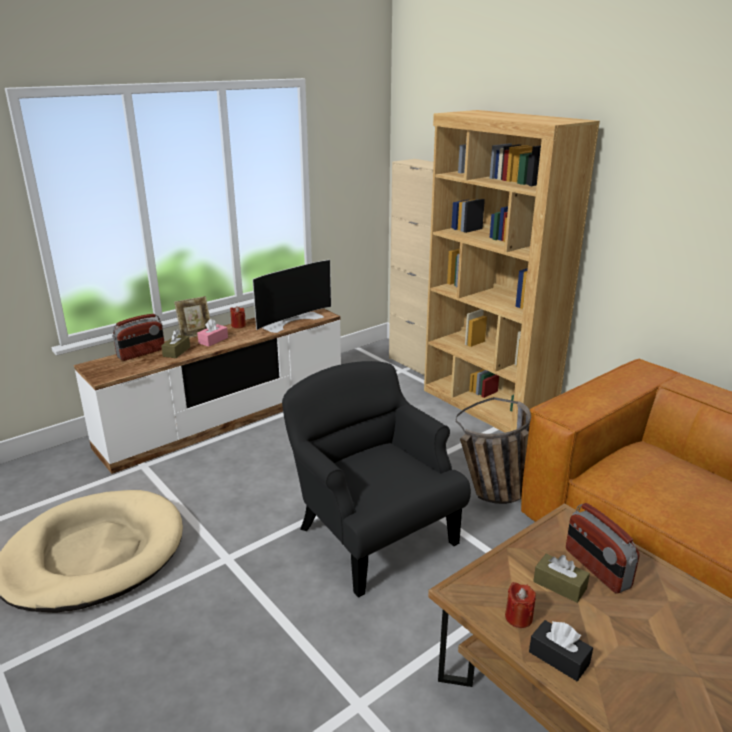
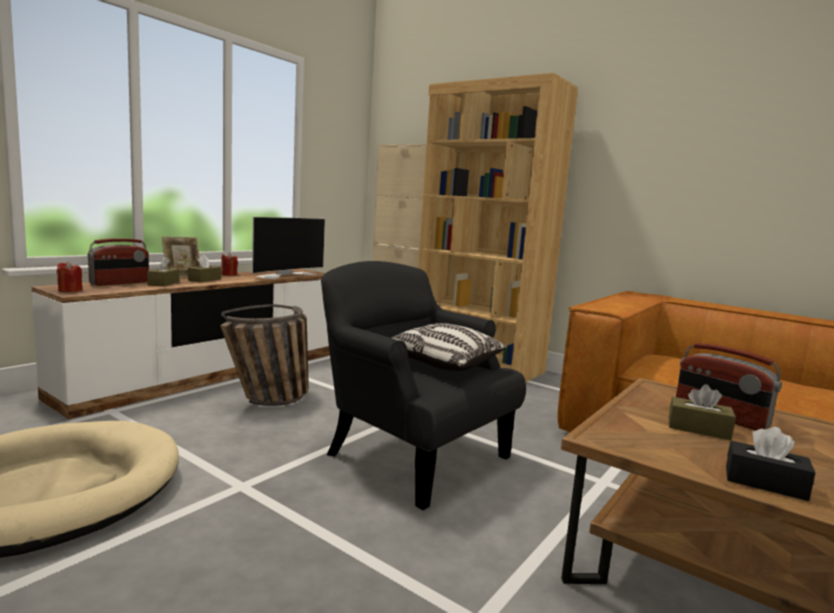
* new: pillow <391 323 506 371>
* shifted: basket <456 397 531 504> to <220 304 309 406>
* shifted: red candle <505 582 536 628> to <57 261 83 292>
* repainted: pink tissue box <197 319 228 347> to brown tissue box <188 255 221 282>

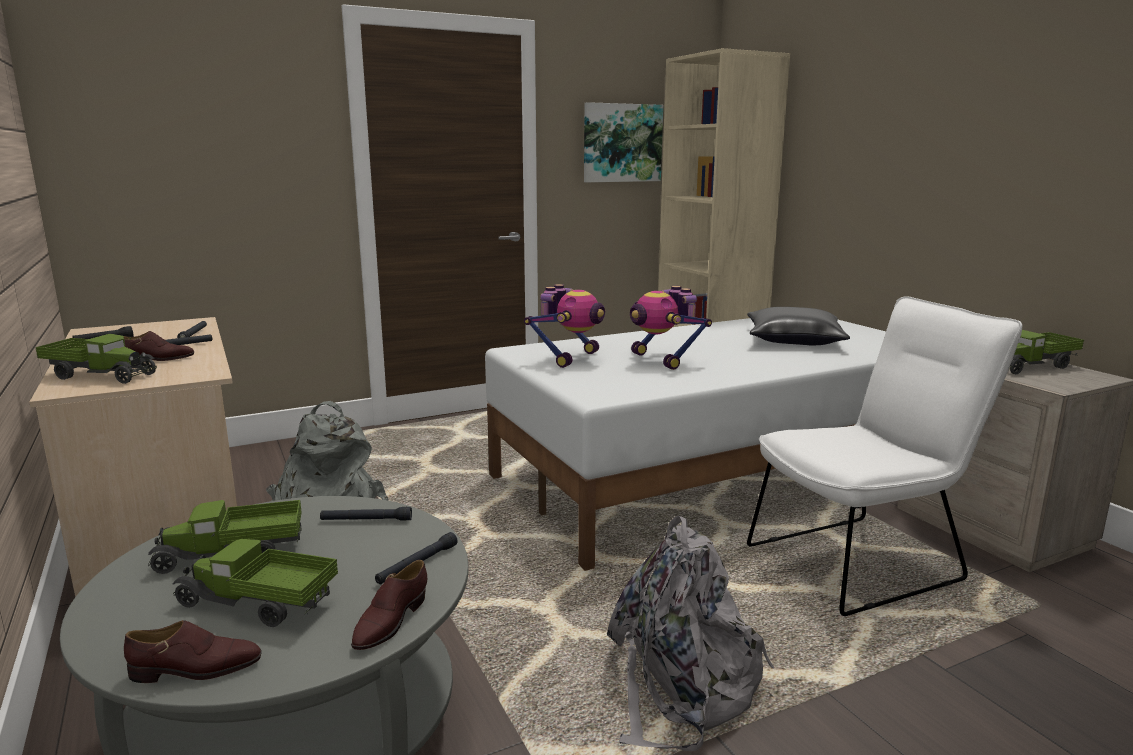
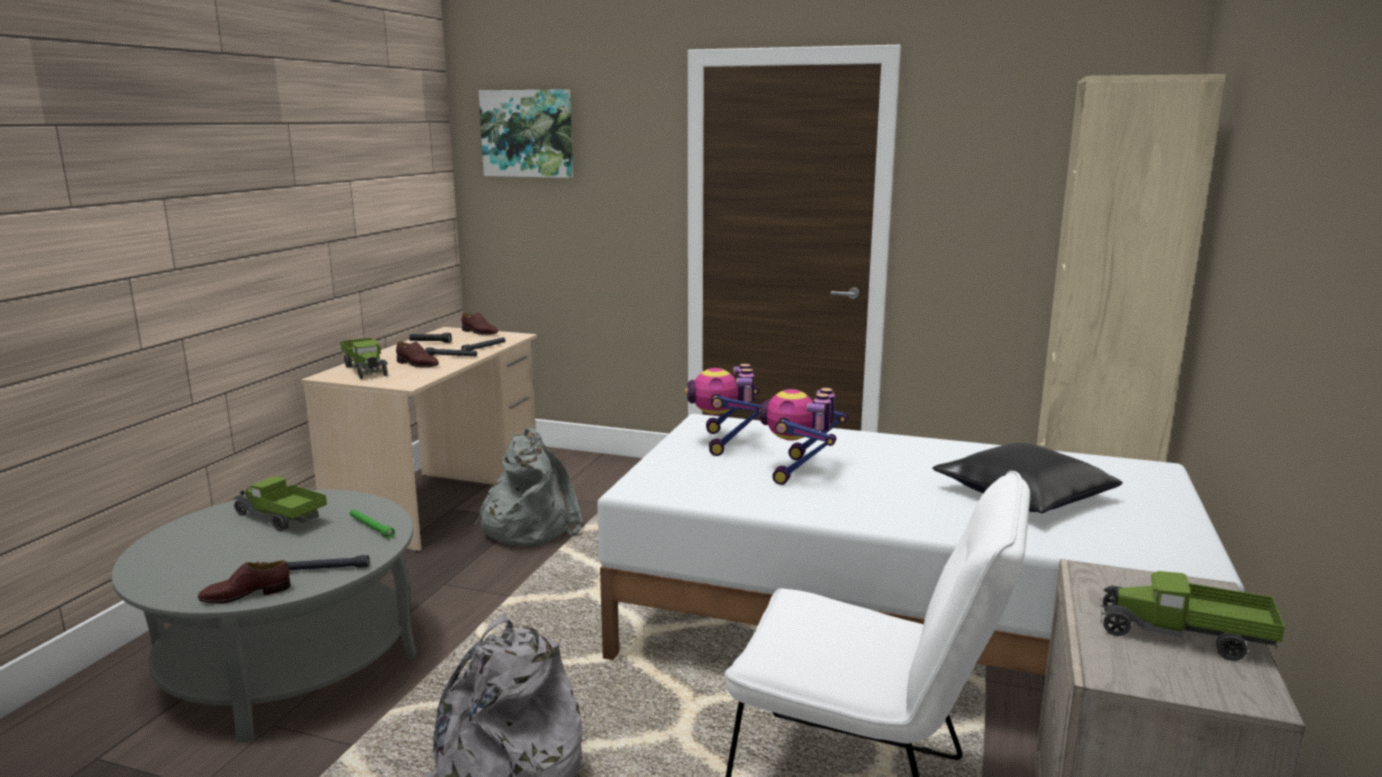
* gone: toy truck <173 539 338 627>
* shifted: brown shoe <124 620 262 683> to <461 312 498 335>
* shifted: picture <584 102 663 182> to <479 89 573 178>
* repainted: black flashlight <320 507 412 521> to green flashlight <350 509 395 539>
* rotated: toy robot <524 284 605 368> = <685 364 762 456> 105 degrees clockwise

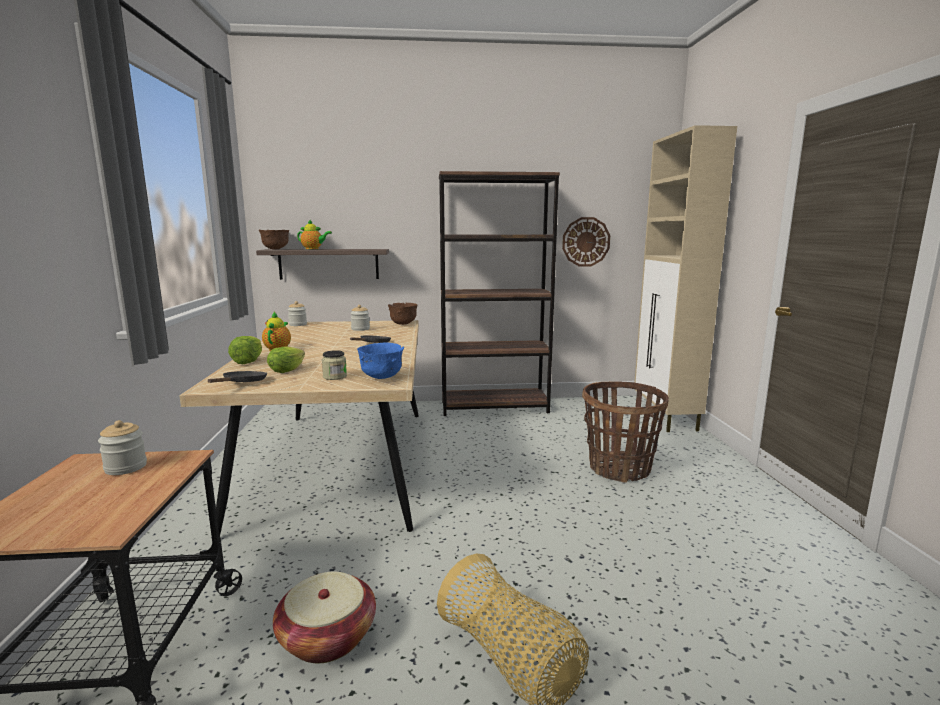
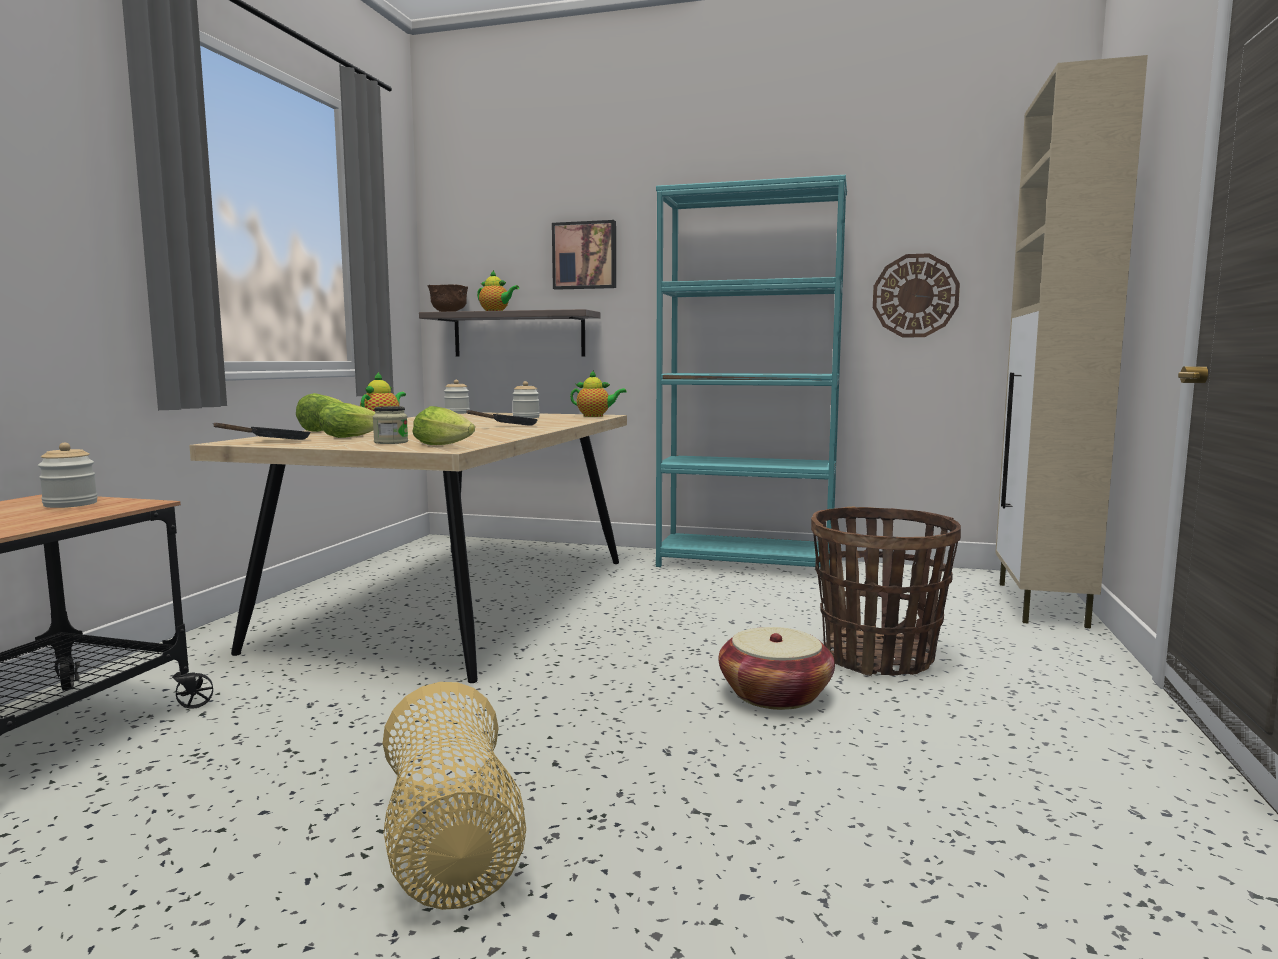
* new: picture <552 220 616 290>
* shifted: basket <273 571 376 663> to <719 627 835 710>
* swapped: blue bowl <357 342 404 379> to lettuce <412 406 475 445>
* swapped: brown bowl <388 303 417 325> to teapot <570 370 627 417>
* repainted: brown bookcase <439 171 560 416> to turquoise bookcase <656 175 847 567>

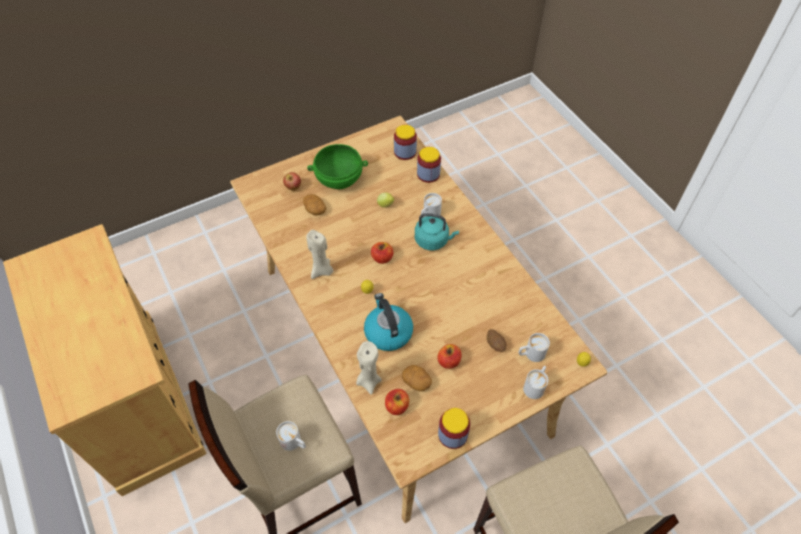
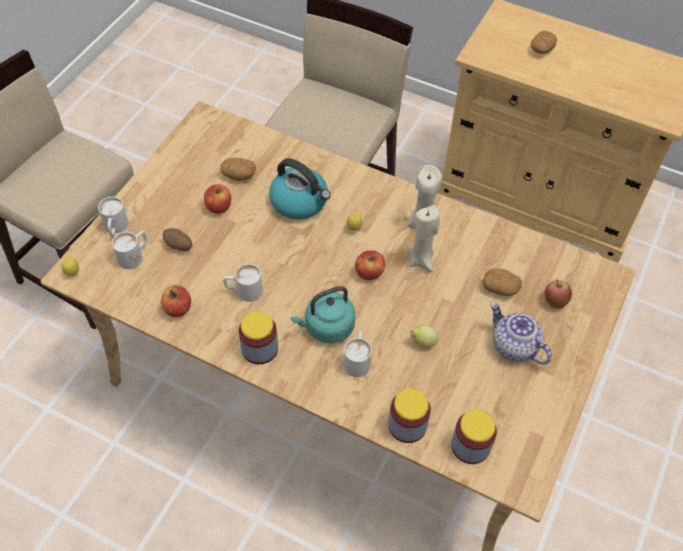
* new: potato <531 31 557 54>
* shifted: white mug <276 421 306 451> to <223 264 263 302>
* shifted: beige candle <356 341 382 395> to <407 205 440 272>
* shifted: apple <385 389 409 415> to <161 285 191 317>
* shifted: jar <438 408 470 449> to <239 311 278 364>
* swapped: green bowl <307 144 368 189> to teapot <490 302 552 364>

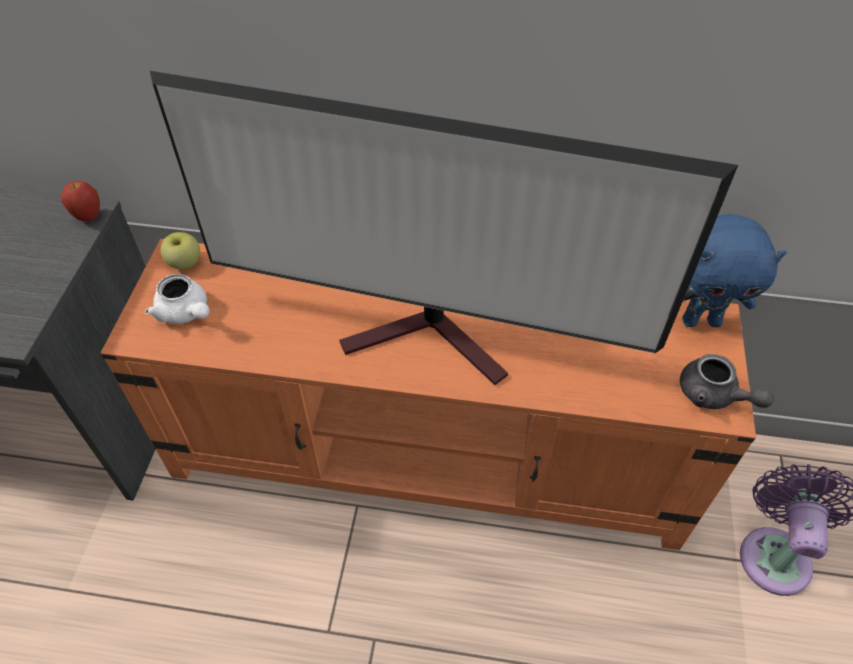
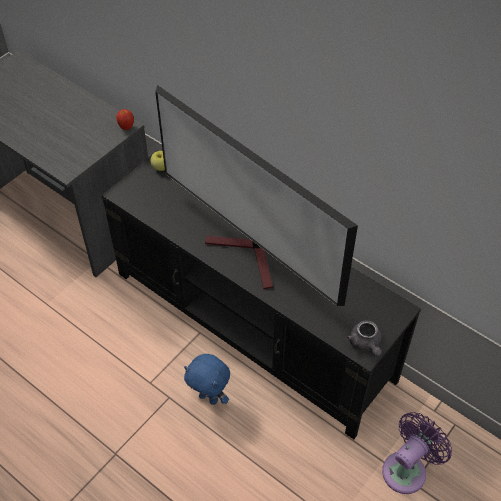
* gone: white teapot <145 274 210 324>
* shifted: blue plush toy <682 214 787 327> to <184 354 230 405>
* repainted: orange tv stand <101 239 756 550> to black tv stand <102 150 421 439>

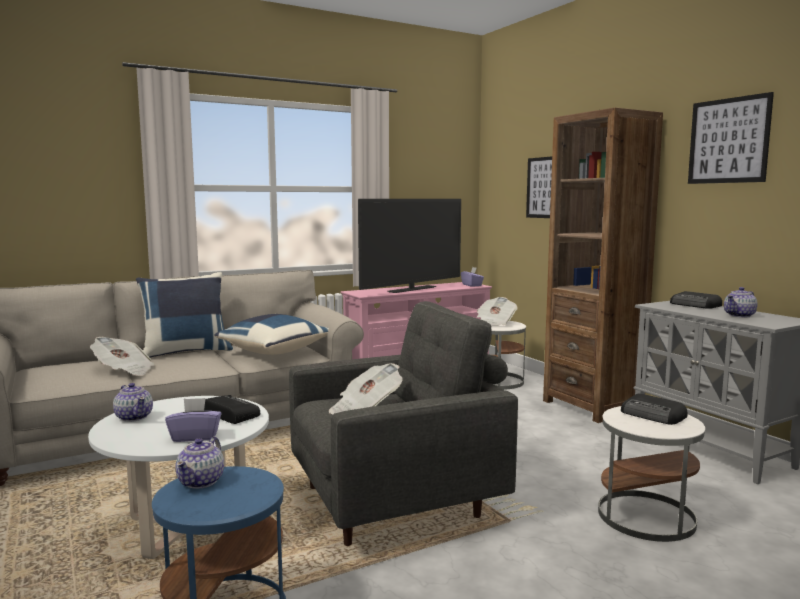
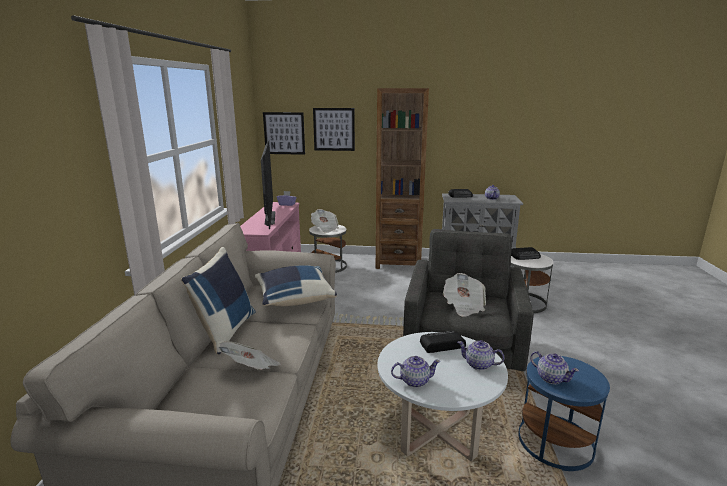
* shifted: picture <688 92 774 184> to <263 112 305 155>
* swapped: purple tissue box <165 398 222 442> to teapot <457 340 504 370>

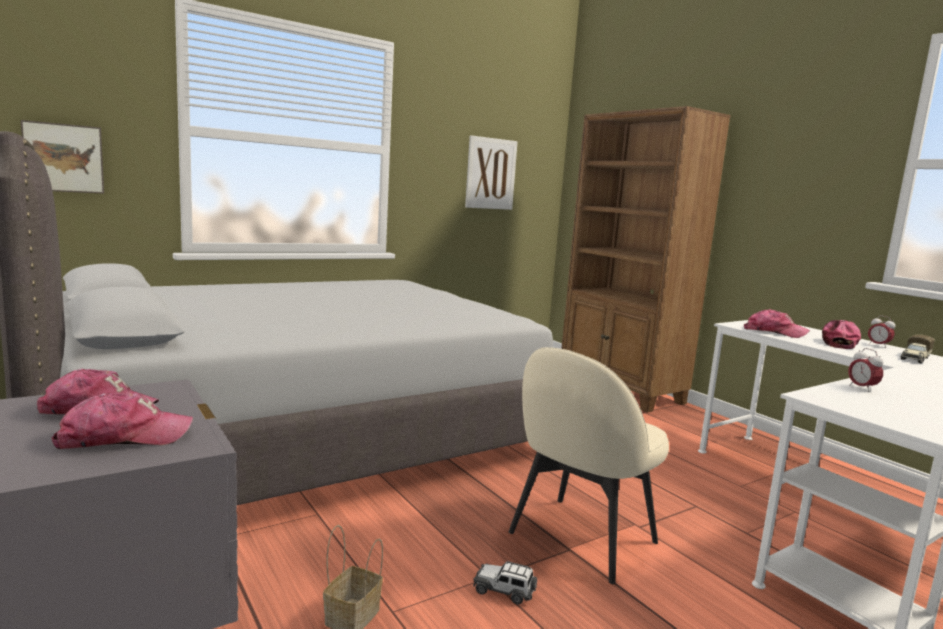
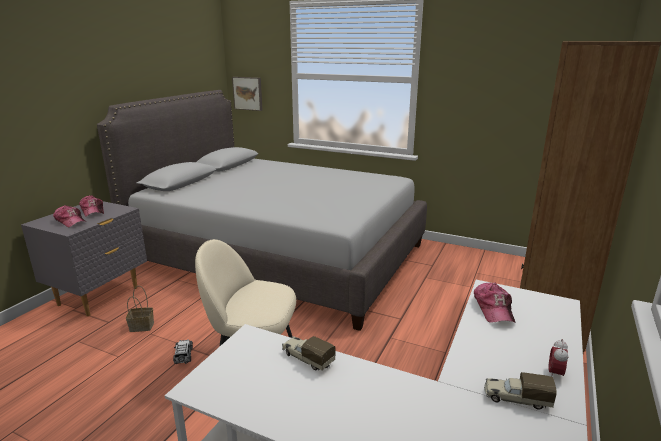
* gone: picture <465 135 518 210>
* gone: cap <822 320 861 349>
* swapped: alarm clock <849 348 883 392> to toy truck <282 336 336 370>

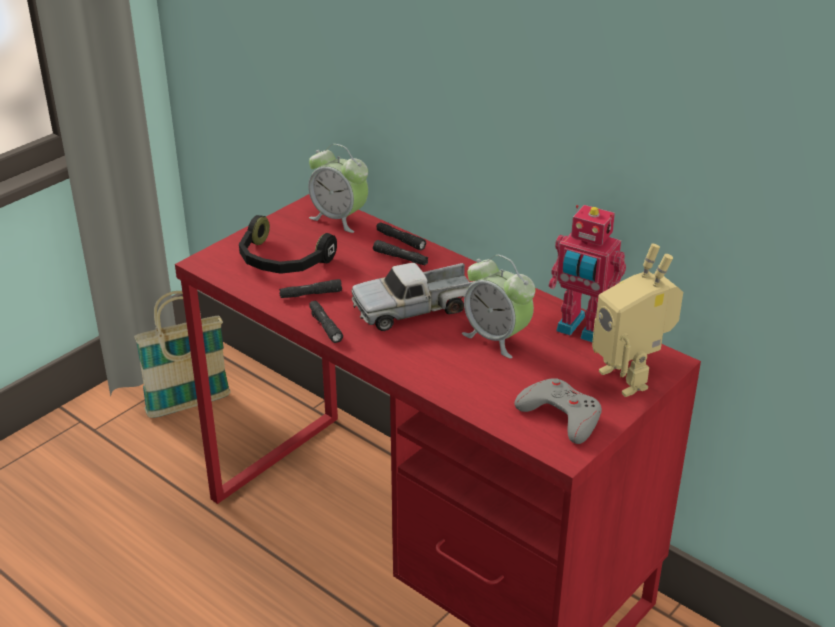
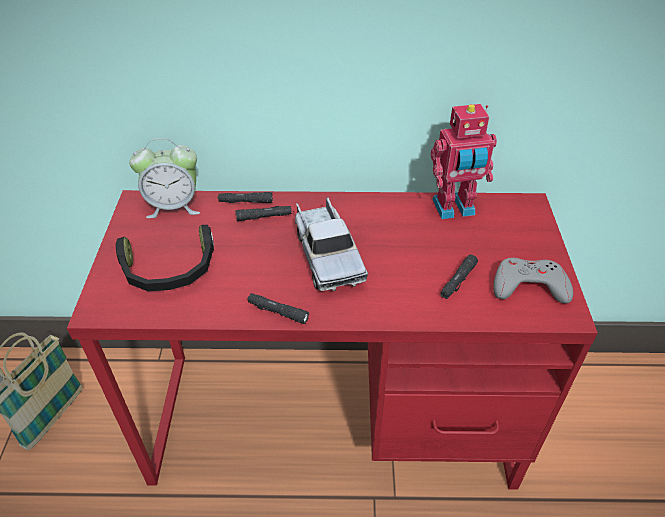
* gone: alarm clock <462 255 536 359>
* gone: toy robot <592 244 683 397>
* shifted: black flashlight <279 279 342 298> to <440 254 478 299>
* rotated: toy truck <351 263 475 331> = <295 197 368 292> 45 degrees counterclockwise

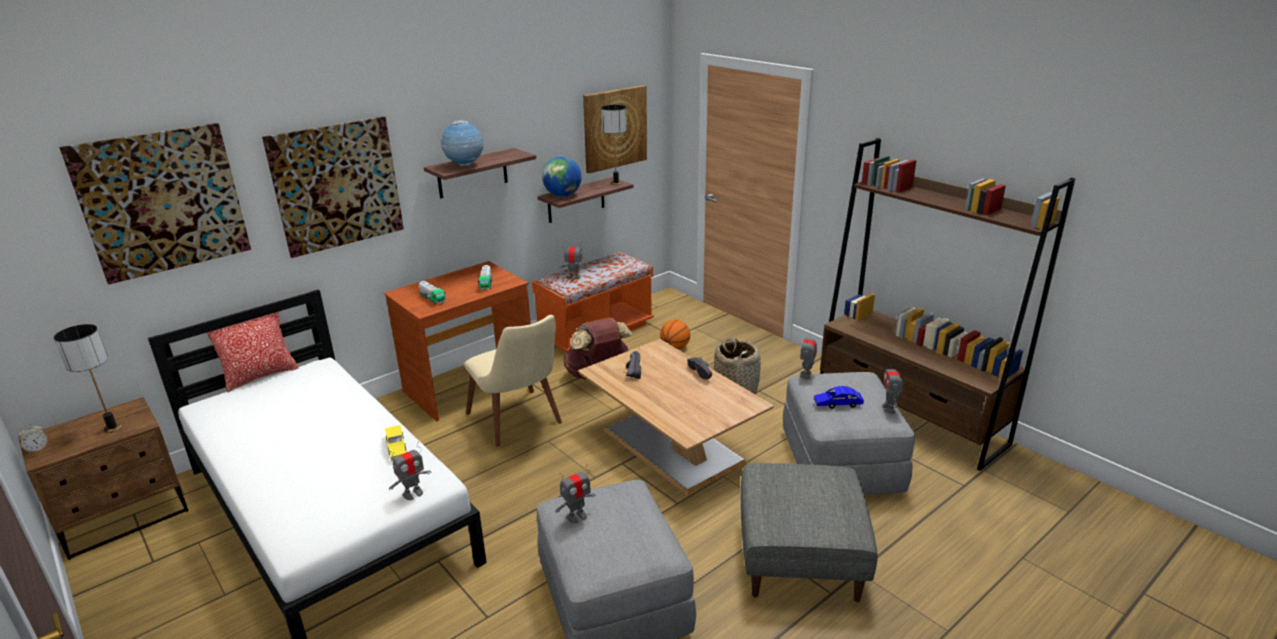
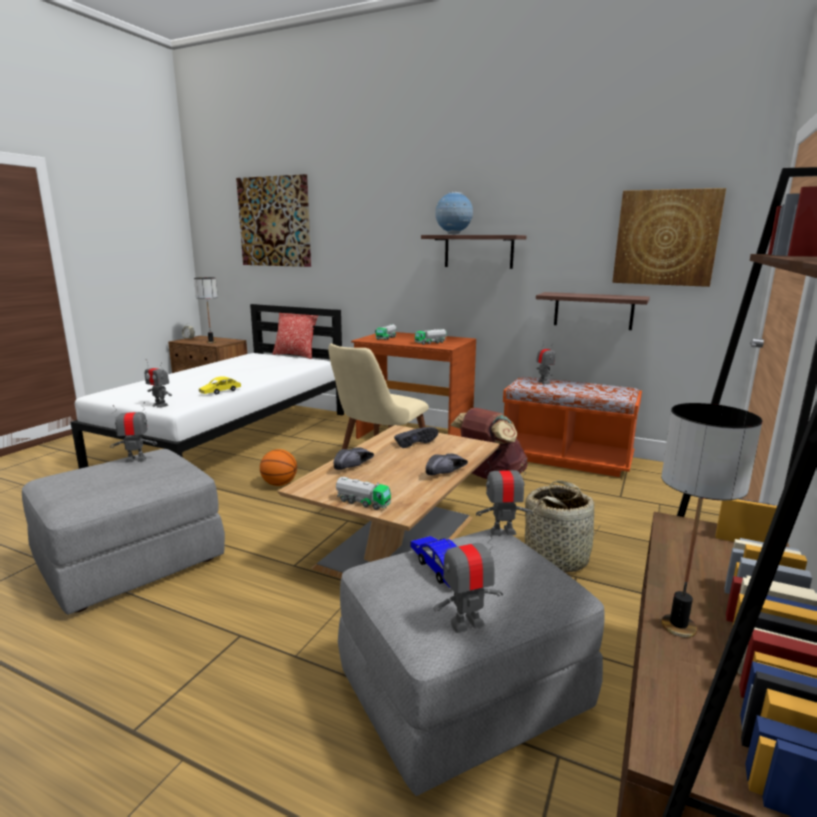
* gone: picture <262 116 404 258>
* gone: globe <542 157 582 197>
* gone: grey ottoman <741 463 878 602>
* new: black shoe <334 447 374 470>
* new: toy truck <336 477 391 510>
* shifted: table lamp <601 105 627 185> to <661 403 762 637>
* shifted: basketball <660 320 690 350> to <260 449 297 486>
* rotated: toy robot <555 464 595 524> = <110 402 157 462> 135 degrees clockwise

